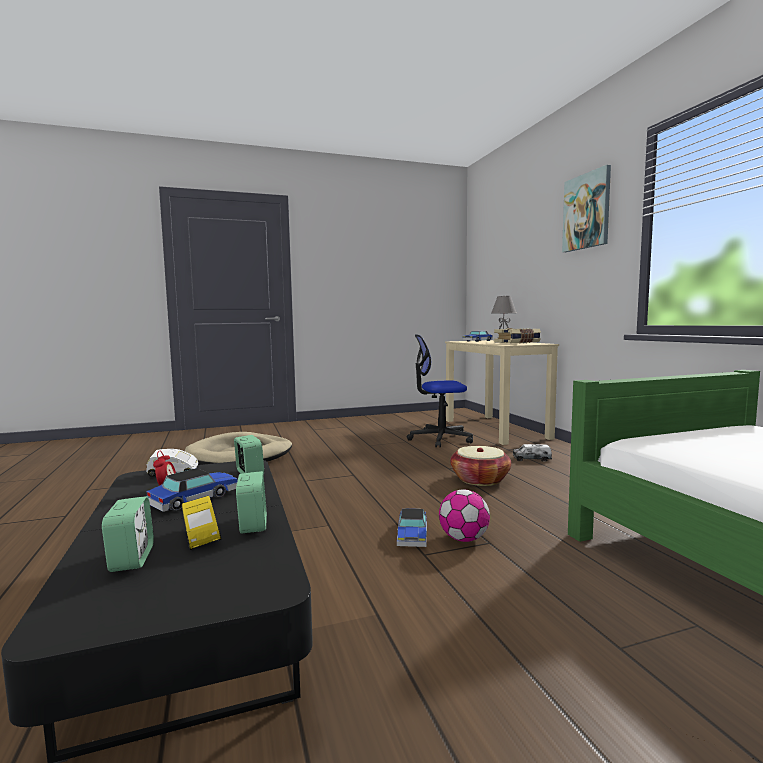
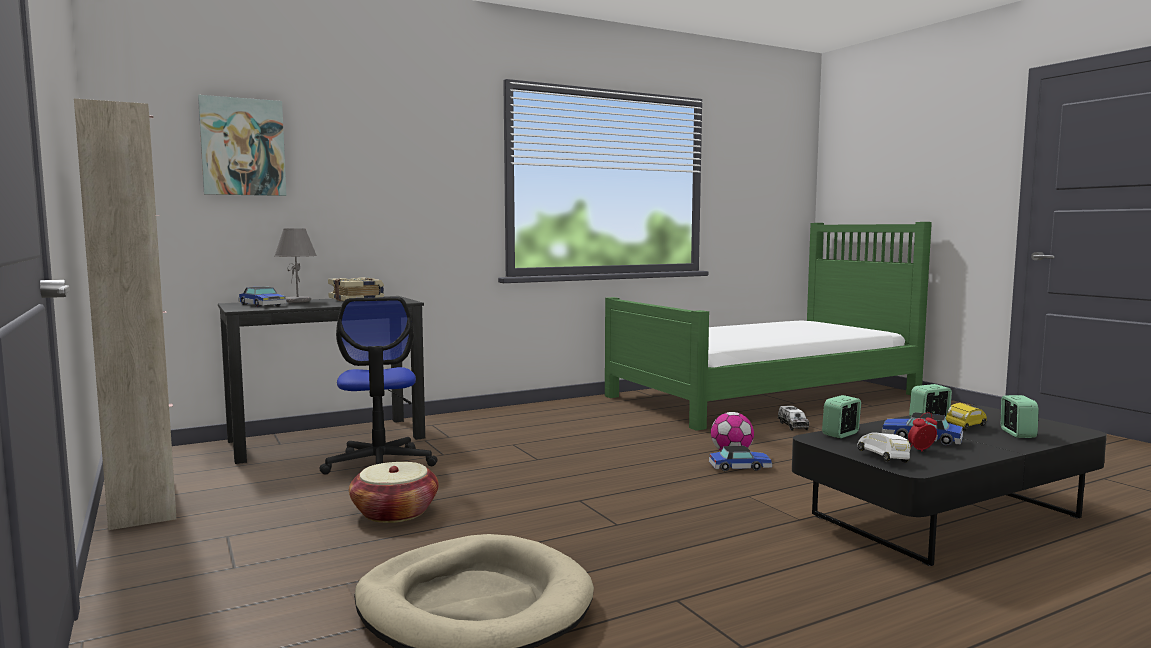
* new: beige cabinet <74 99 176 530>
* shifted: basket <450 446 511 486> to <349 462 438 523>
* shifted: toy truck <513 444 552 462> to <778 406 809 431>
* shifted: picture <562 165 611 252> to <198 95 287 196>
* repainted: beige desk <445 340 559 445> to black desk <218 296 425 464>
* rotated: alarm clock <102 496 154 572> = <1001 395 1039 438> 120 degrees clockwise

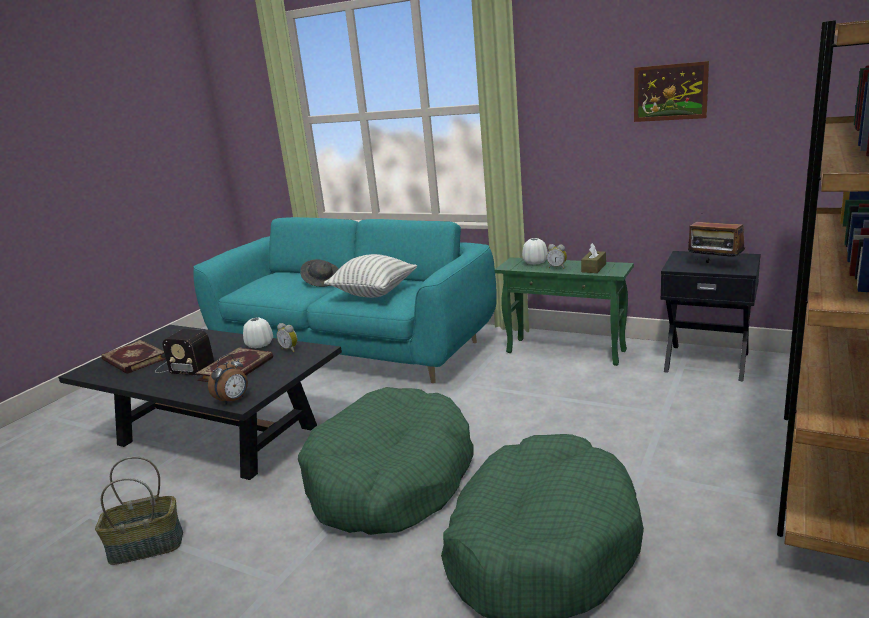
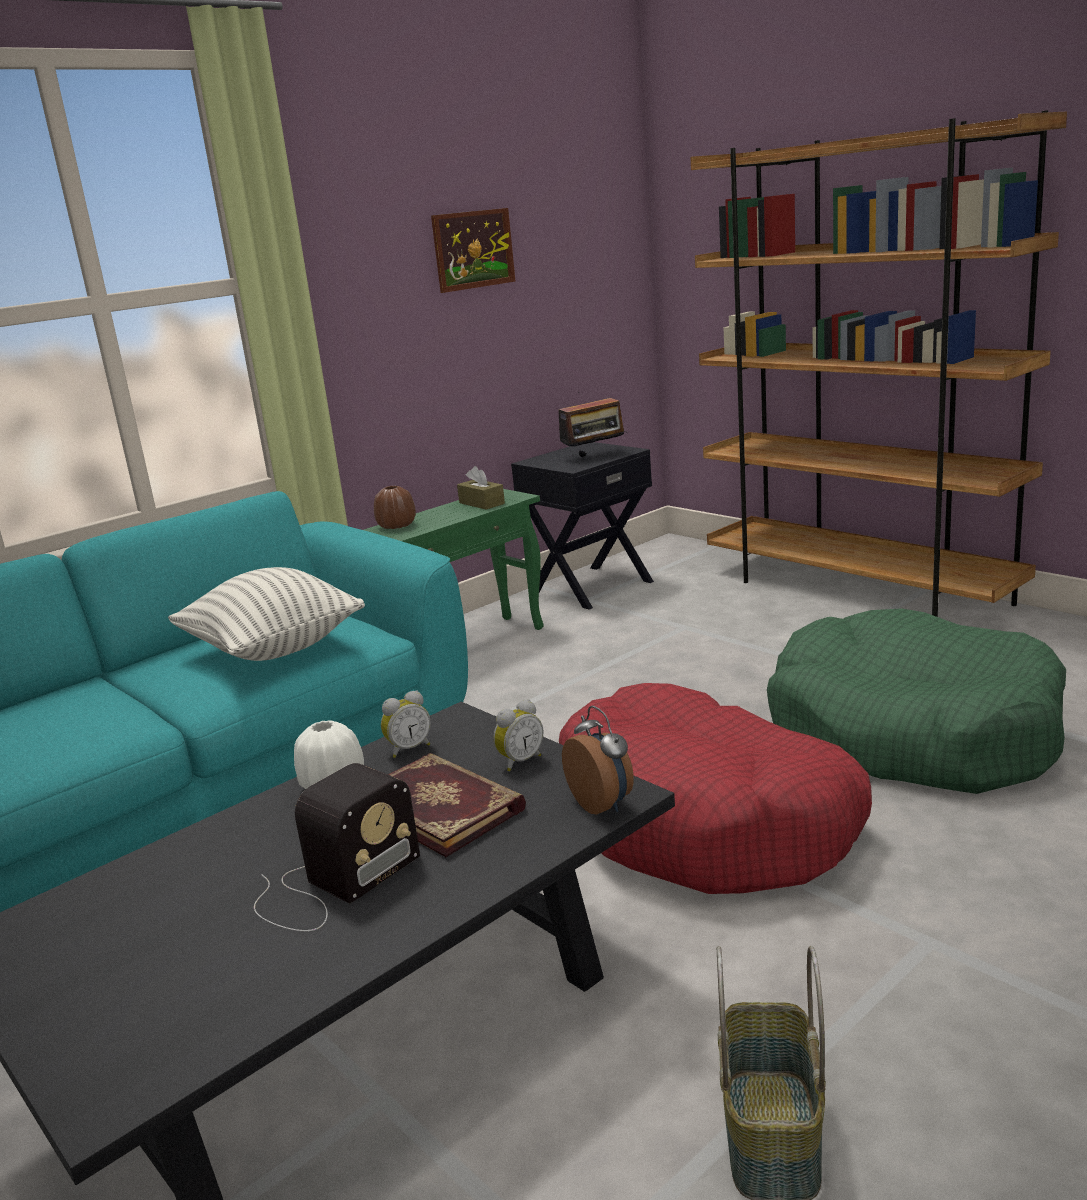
* gone: book <101 340 166 374>
* gone: grey hat <300 259 339 287>
* shifted: alarm clock <547 244 567 269> to <494 699 543 771>
* repainted: green dog bed <298 387 474 535> to red dog bed <559 683 872 894>
* repainted: white vase <522 238 548 265> to brown vase <374 486 416 529>

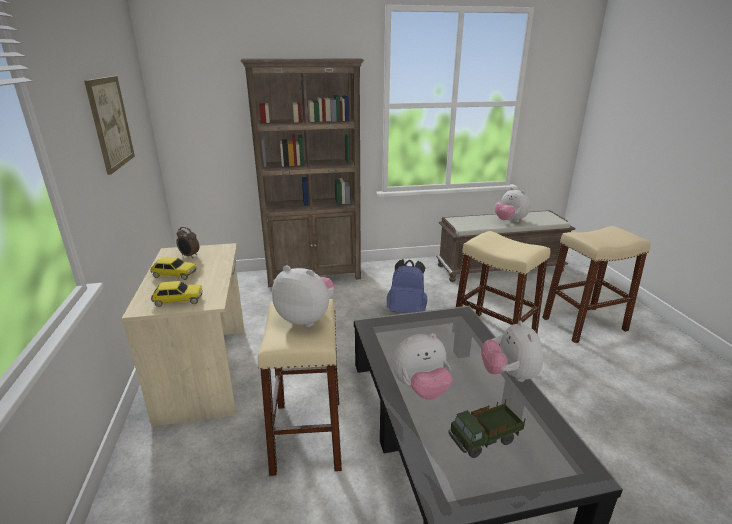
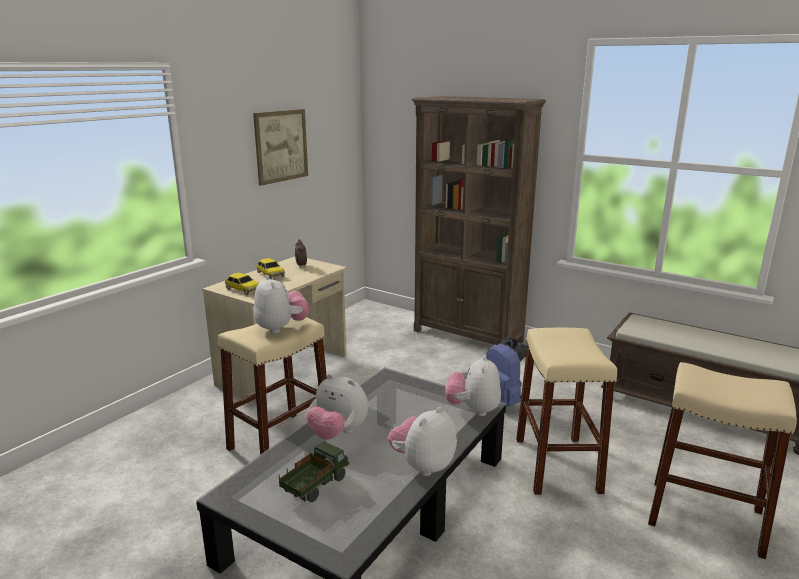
* shifted: plush toy <495 188 530 222> to <445 355 501 416>
* rotated: toy truck <448 399 525 458> = <279 441 350 502> 105 degrees clockwise

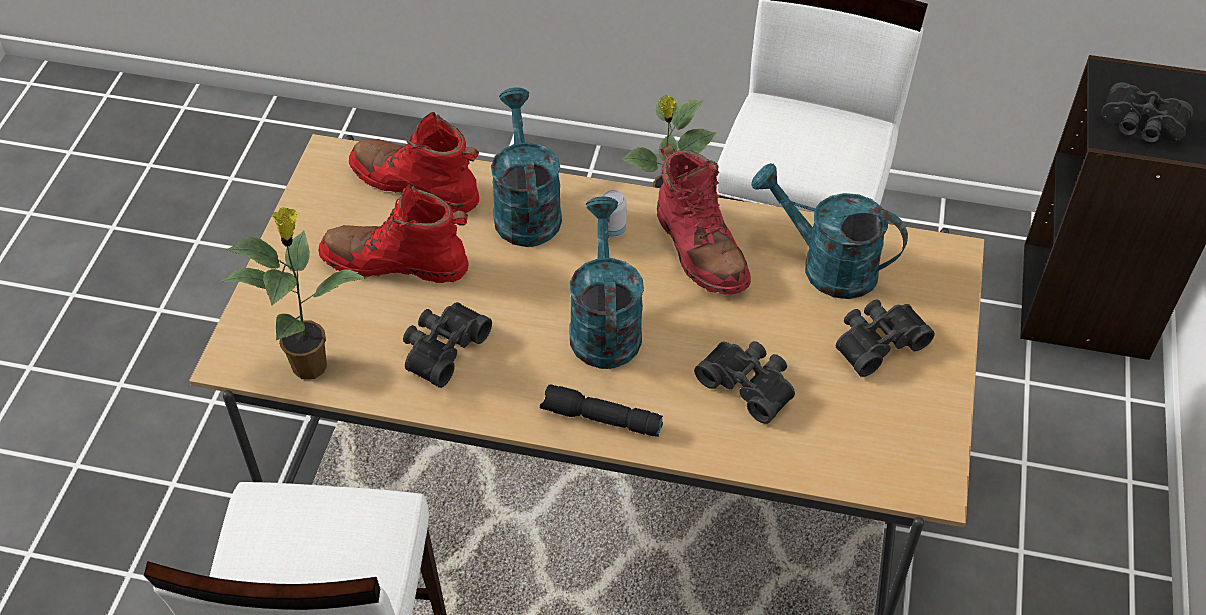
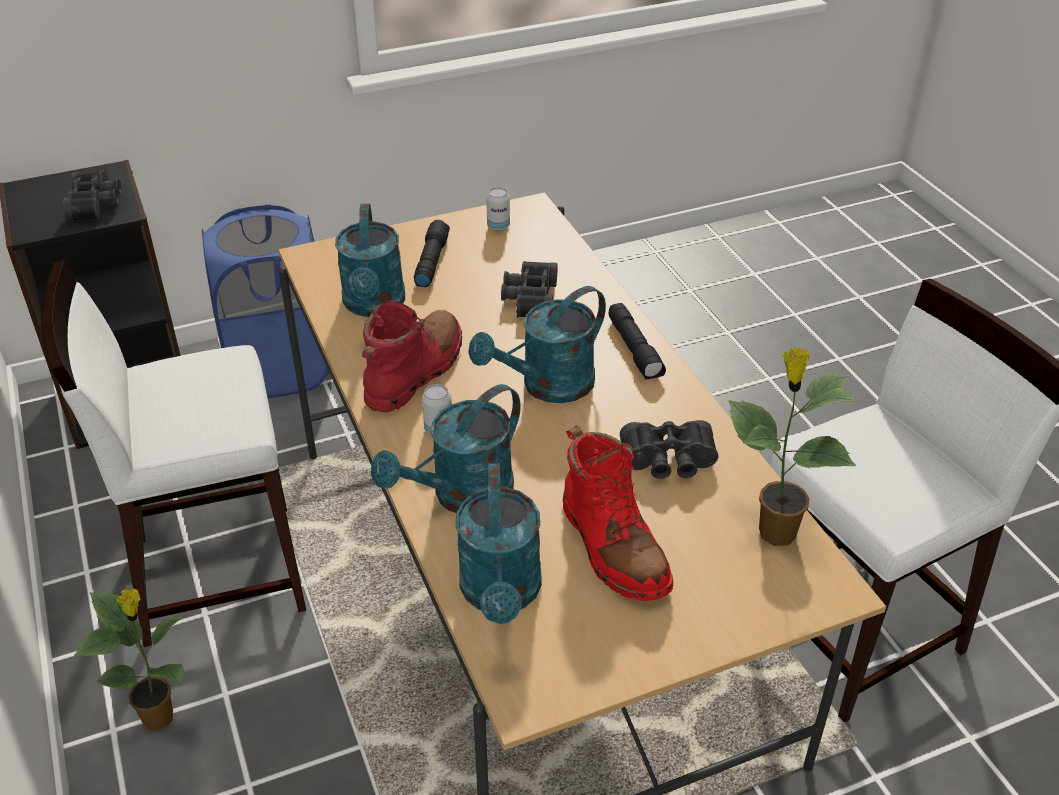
* new: blue laundry basket <202 204 329 398>
* new: can <486 187 510 231>
* swapped: red boot <349 112 479 213> to turquoise watering can <456 463 542 624>
* swapped: black binoculars <836 300 935 377> to black flashlight <414 220 450 287>

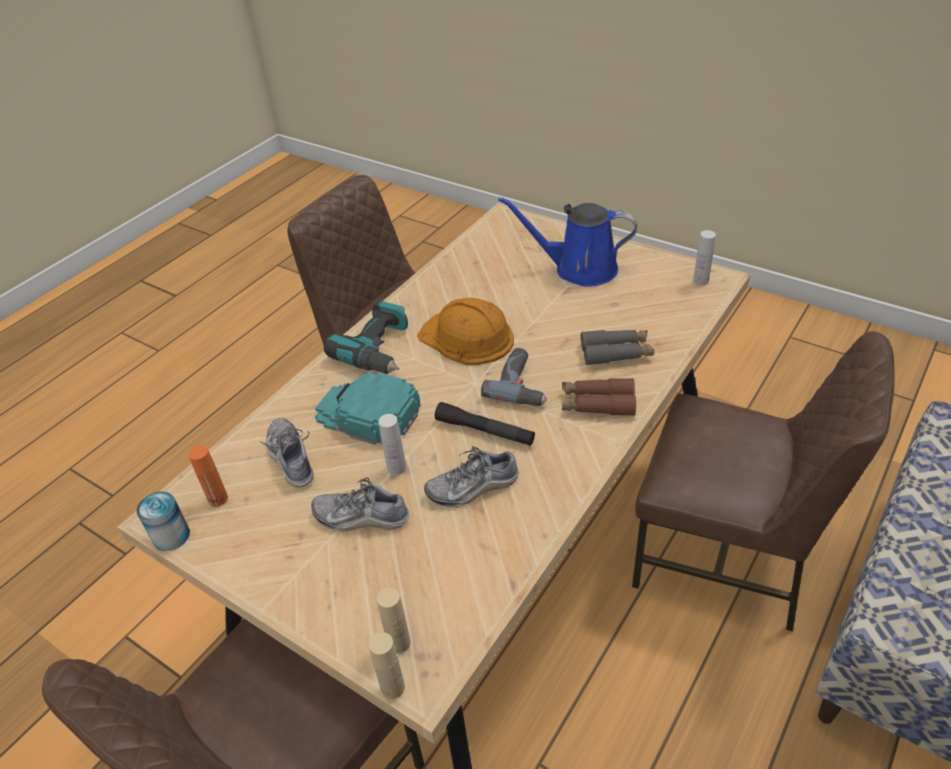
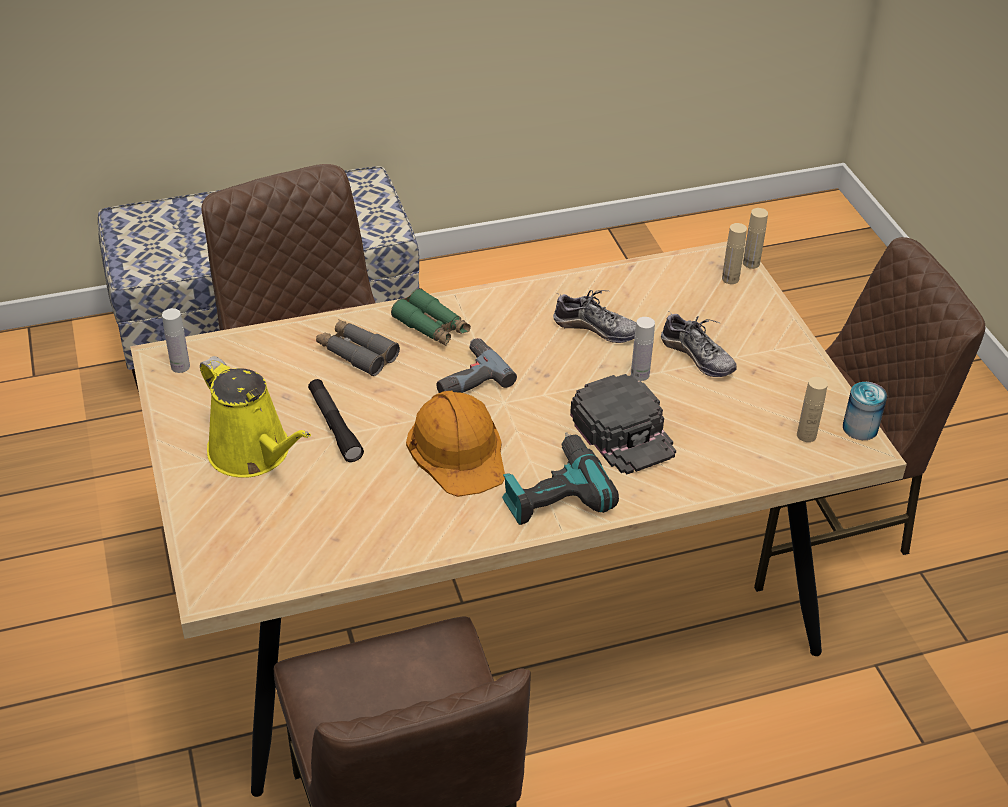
* gone: shoe <259 418 314 487>
* shifted: black flashlight <435 402 535 446> to <308 379 364 462>
* repainted: orange bottle <188 445 228 507> to beige bottle <797 377 828 442>
* repainted: turquoise cap <315 373 421 445> to black cap <570 374 676 474>
* repainted: blue watering can <498 197 637 287> to yellow watering can <200 356 311 478>
* repainted: brown binoculars <562 378 636 416> to green binoculars <391 288 471 346>

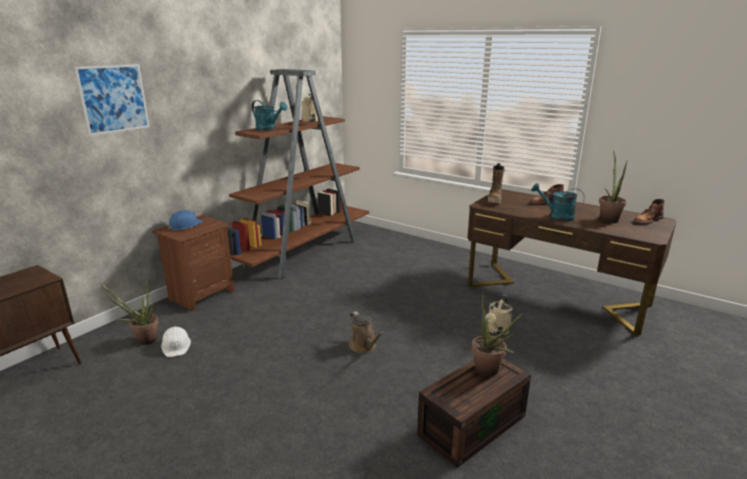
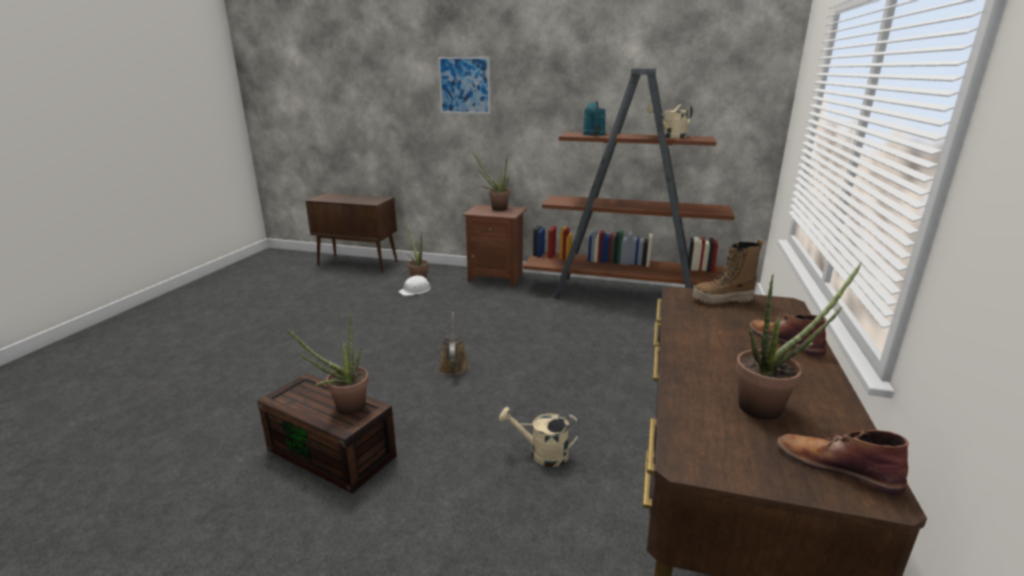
* gone: turquoise watering can <531 183 585 221>
* swapped: blue hard hat <168 210 203 230> to potted plant <472 152 510 211>
* rotated: brown watering can <349 311 384 353> = <438 312 469 375> 135 degrees clockwise

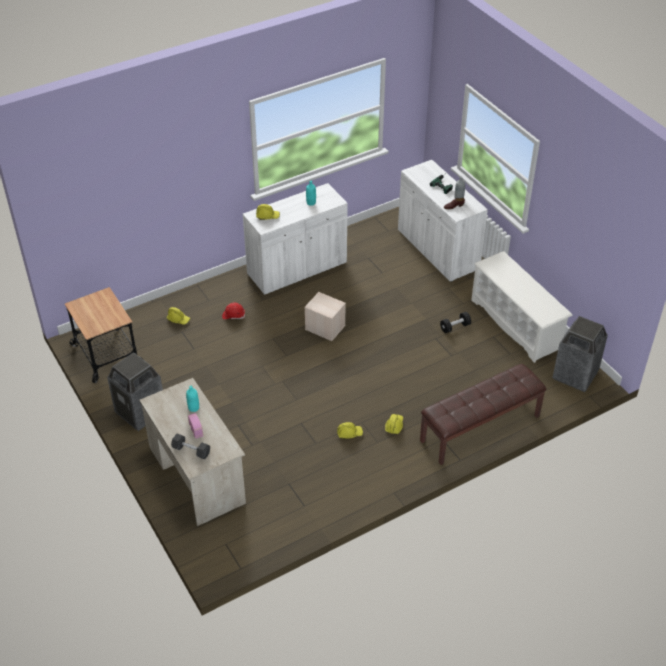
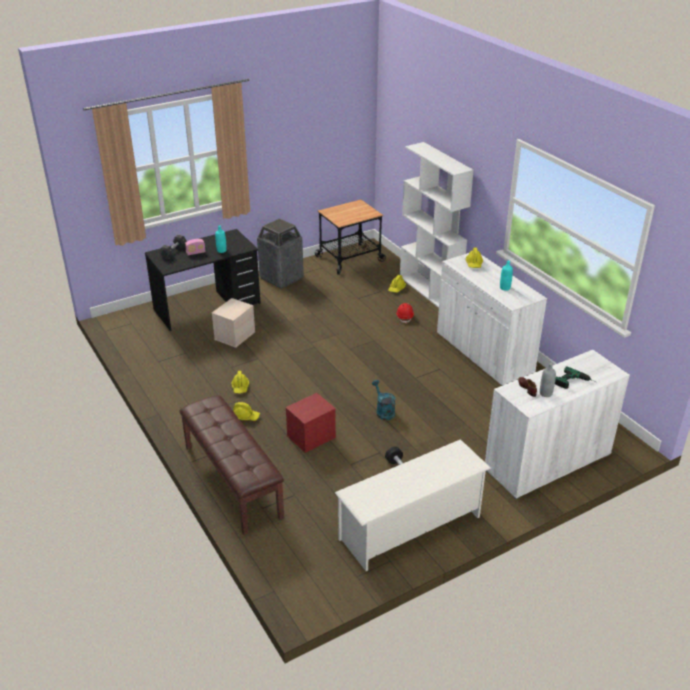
* gone: trash can <552 316 608 392>
* new: red storage box <285 393 336 453>
* new: turquoise watering can <372 380 396 420>
* new: white bookcase <400 142 474 308>
* shifted: beige storage box <304 292 346 341> to <211 298 255 348>
* repainted: beige desk <139 378 246 526> to black desk <145 229 261 331>

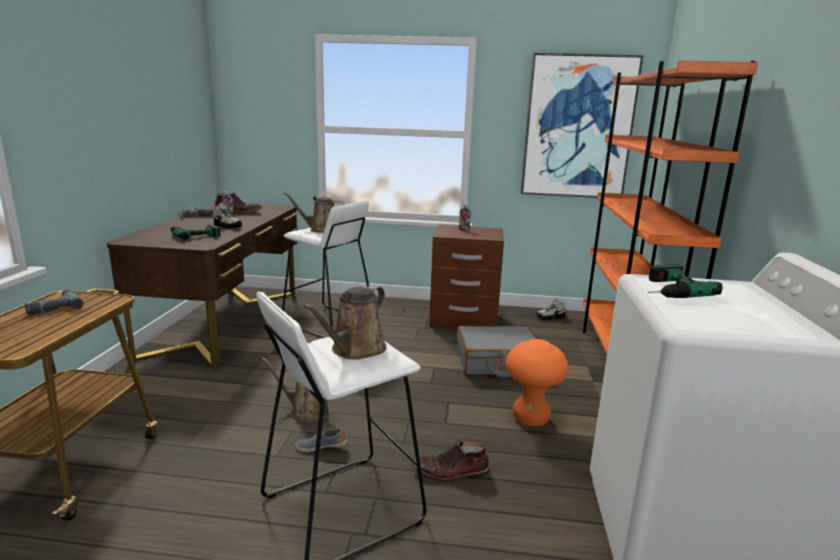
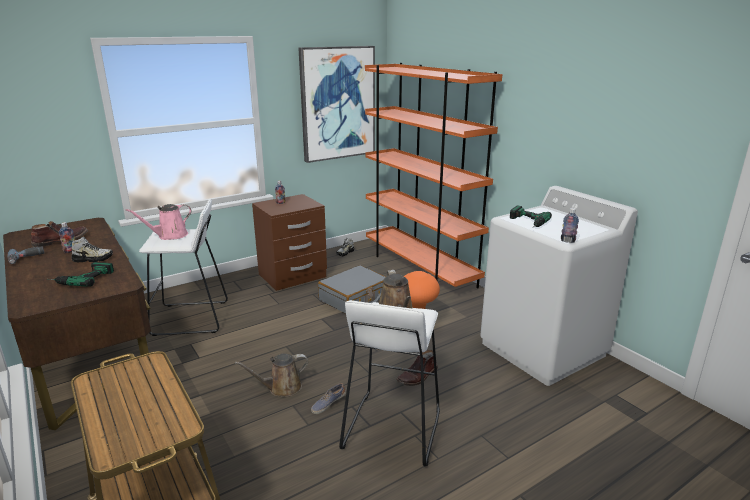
* gone: power drill <25 290 84 315>
* new: bottle <561 208 579 243>
* repainted: brown watering can <283 192 345 233> to pink watering can <126 204 192 240>

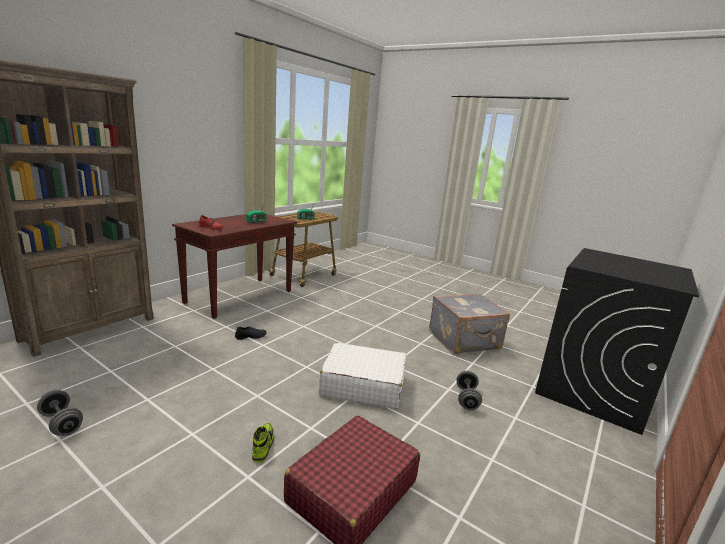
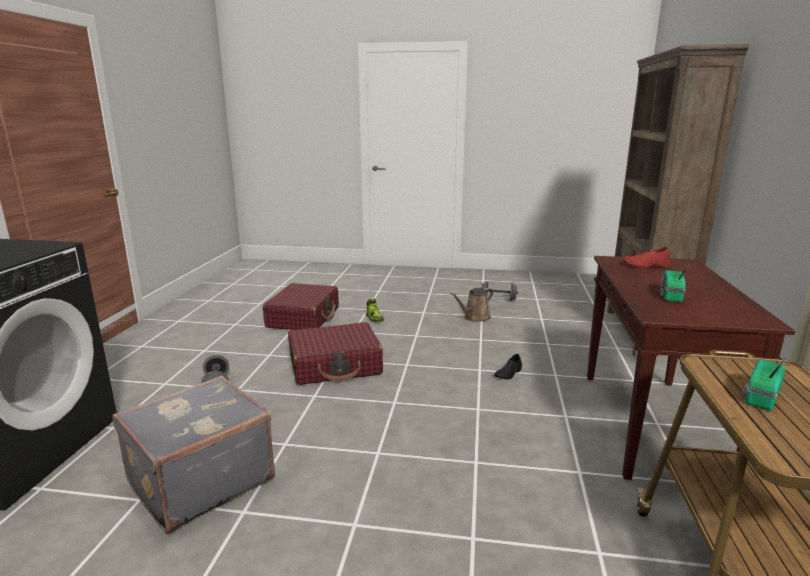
* new: brown watering can <450 288 493 322>
* repainted: white suitcase <319 343 406 409> to red suitcase <288 322 383 385>

